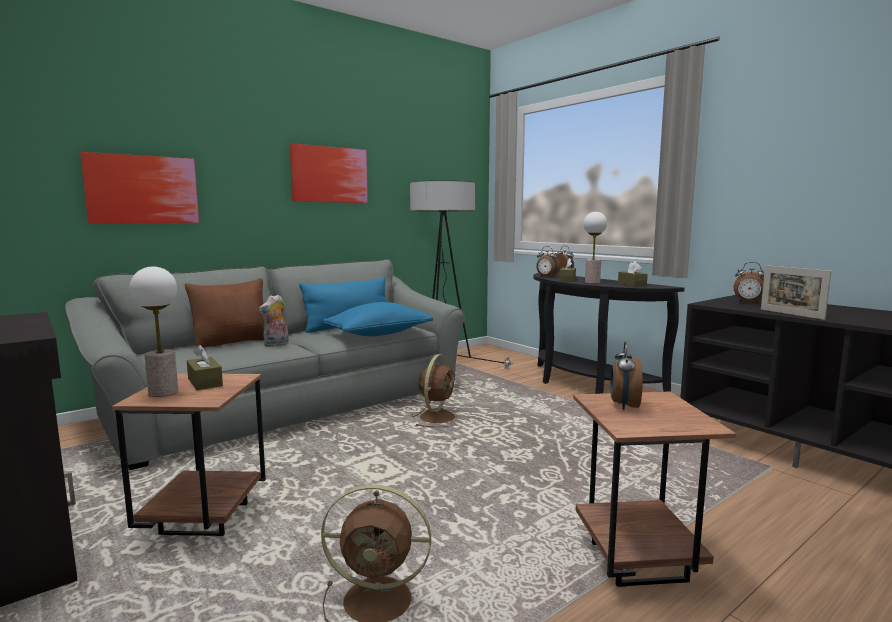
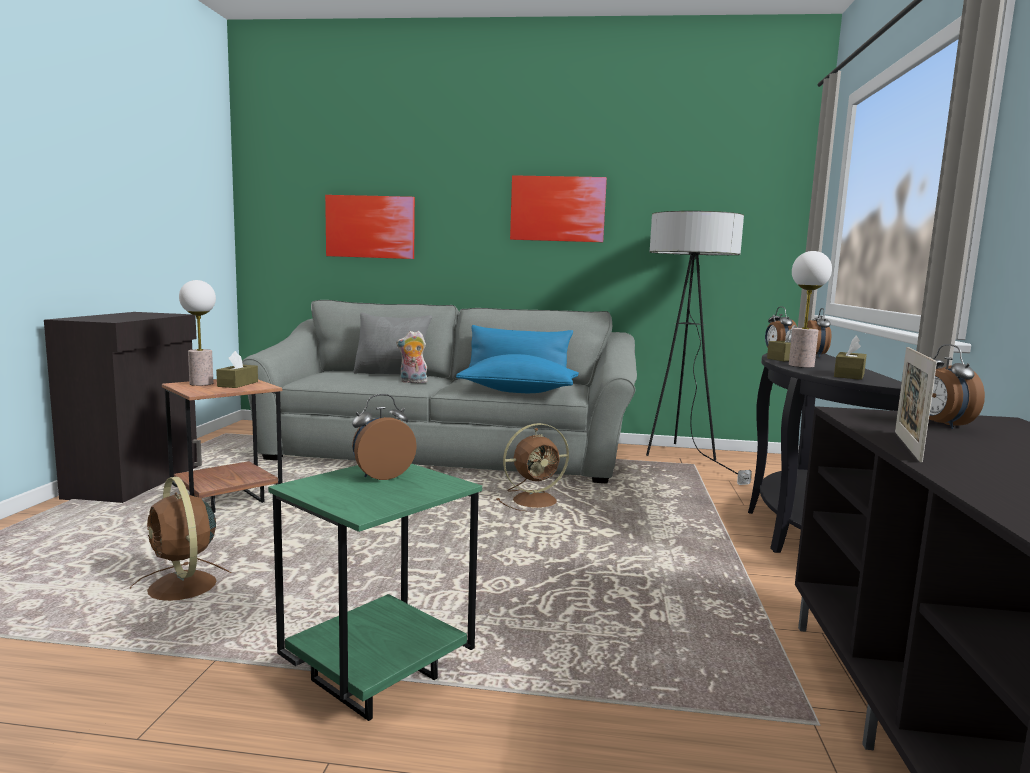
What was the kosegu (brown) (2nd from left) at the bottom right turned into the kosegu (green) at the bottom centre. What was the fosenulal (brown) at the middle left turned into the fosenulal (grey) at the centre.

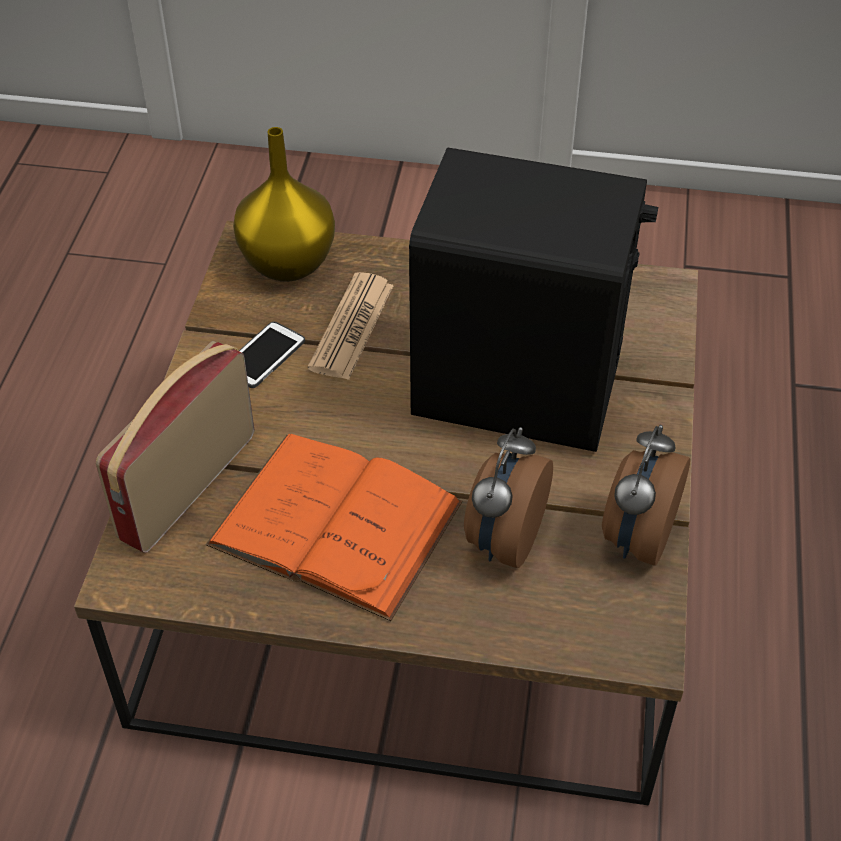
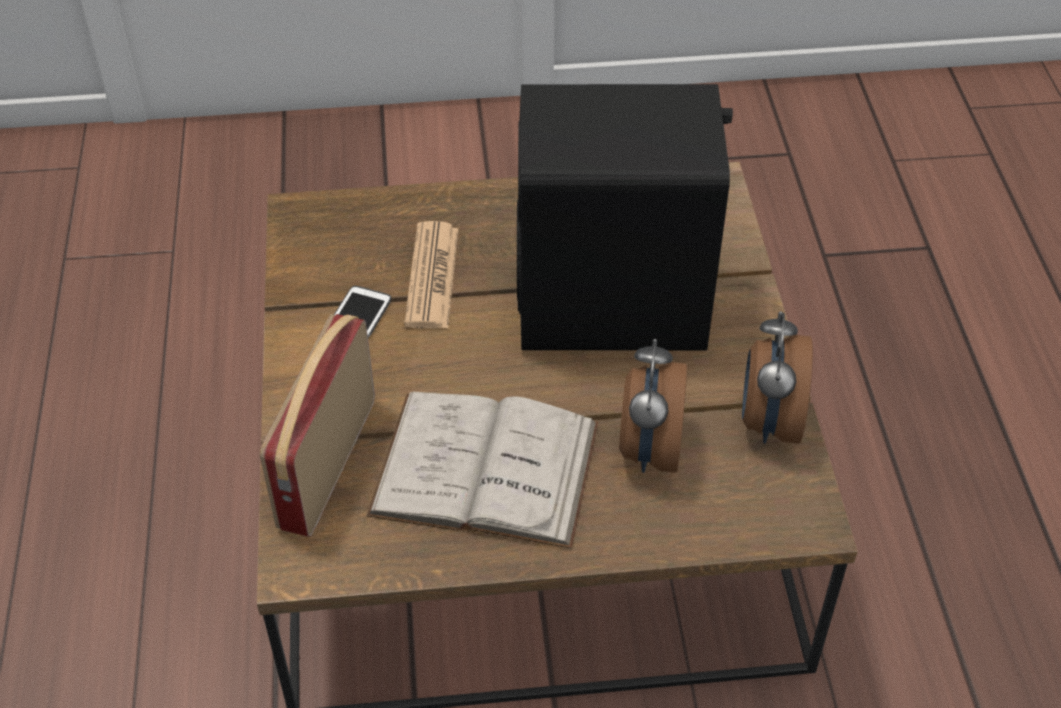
What was the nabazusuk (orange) at the centre turned into the nabazusuk (white) at the centre. The second view lost the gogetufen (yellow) at the top centre.

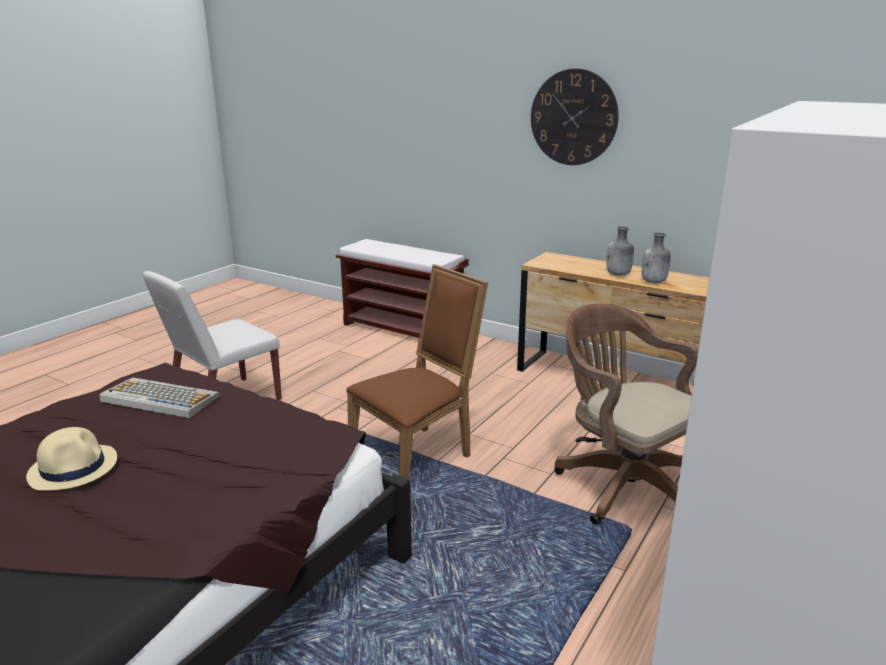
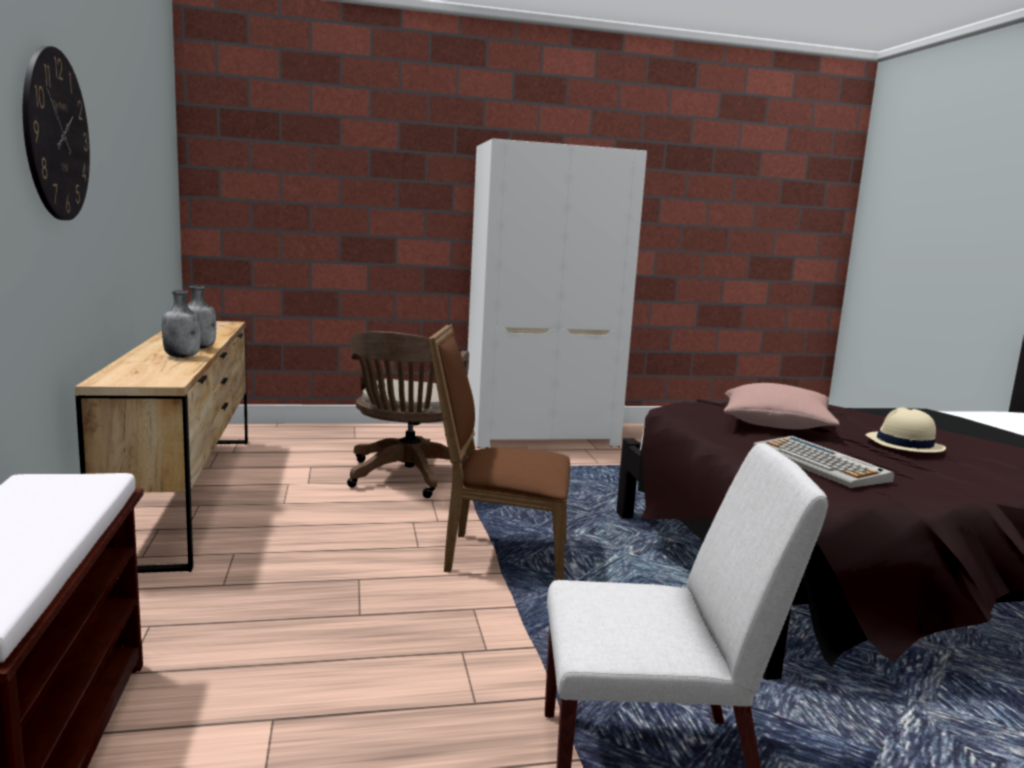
The second view gained the fosenulal (pink) at the middle right.

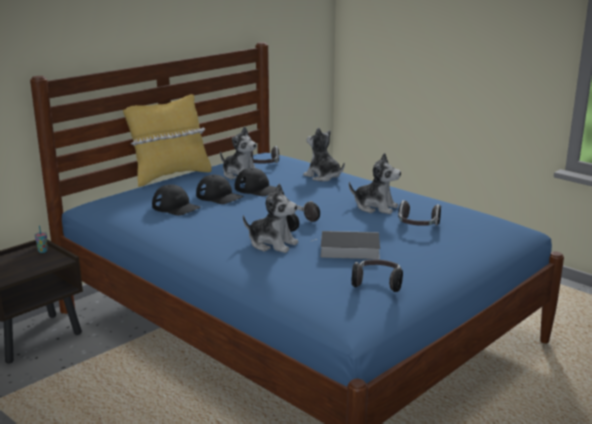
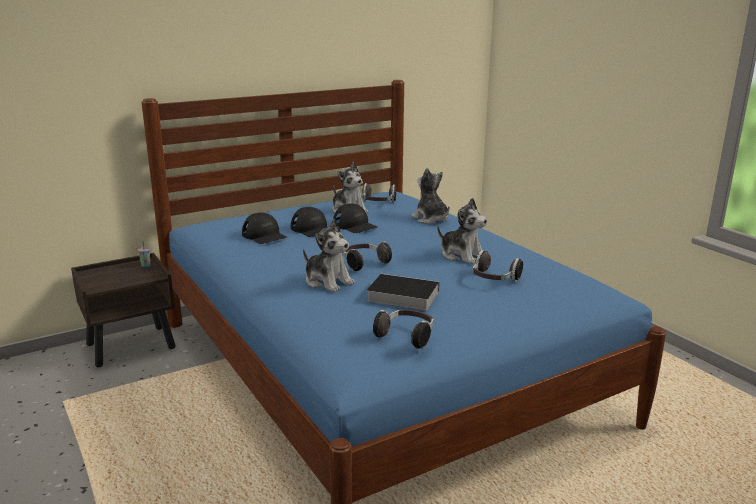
The second view lost the fosenulal (yellow) at the top left.

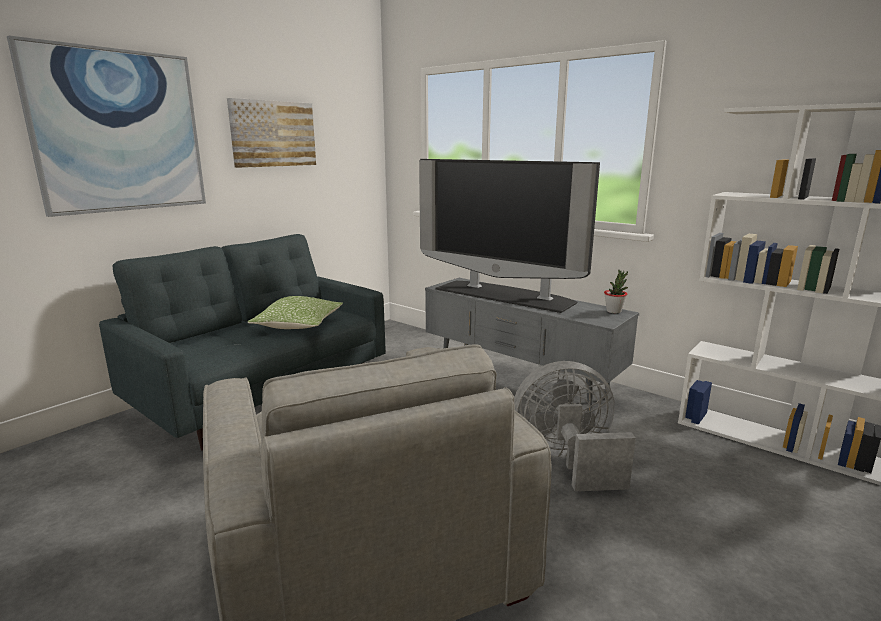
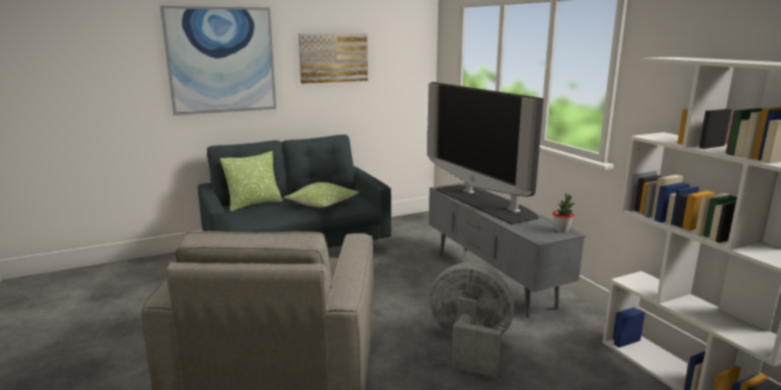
The second view gained the fosenulal (1st from left) at the middle left.

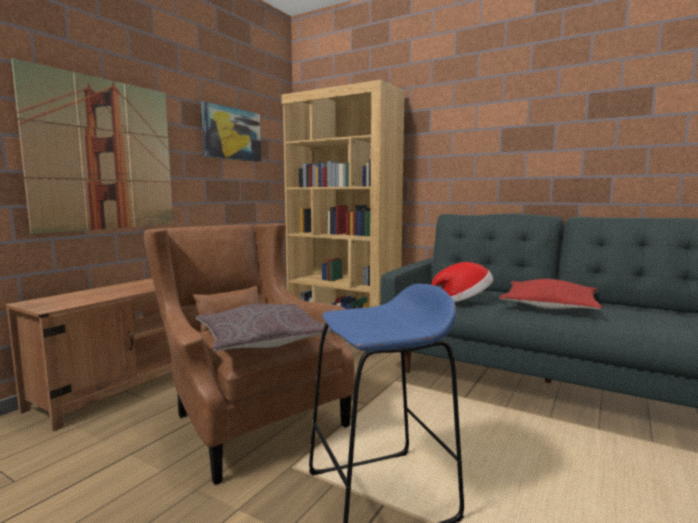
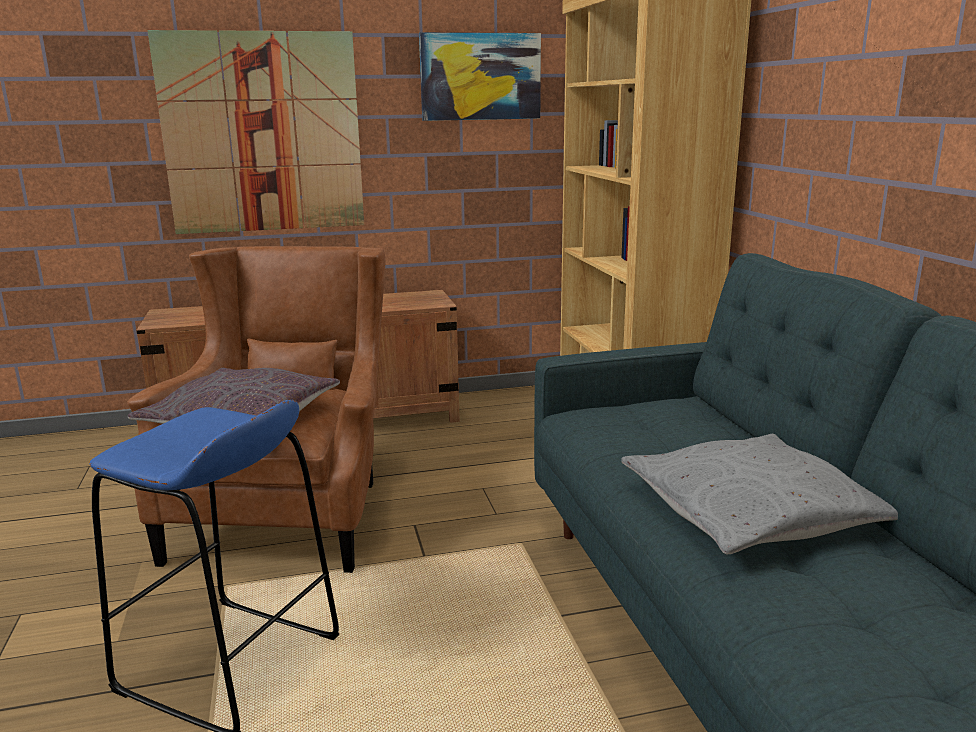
What was the fosenulal (red) at the middle right turned into the fosenulal (grey) (2nd from left) at the bottom right. The second view lost the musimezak at the centre.

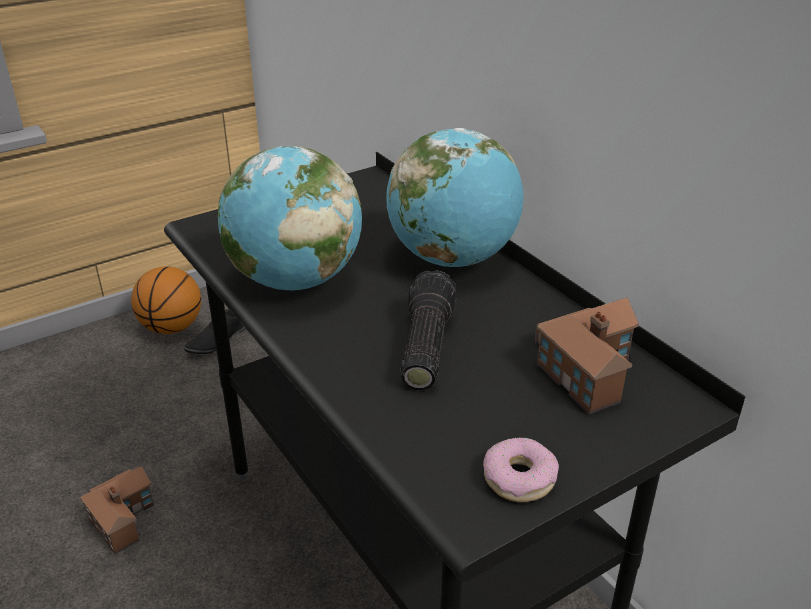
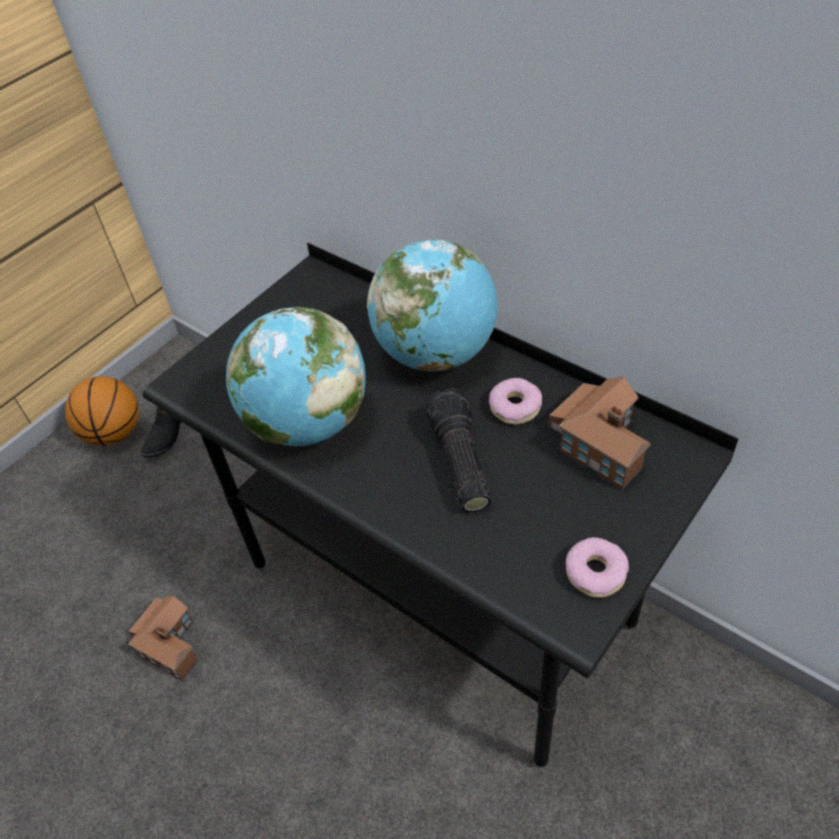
The second view gained the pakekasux (1st from left) at the centre.

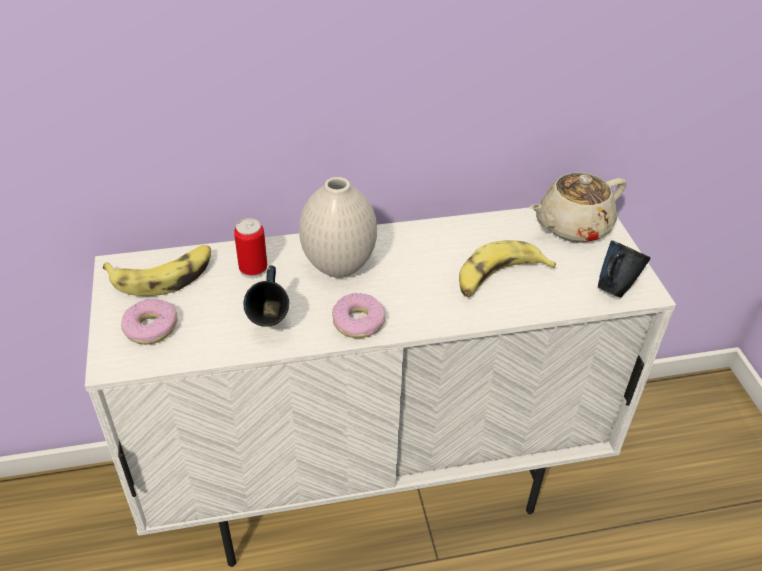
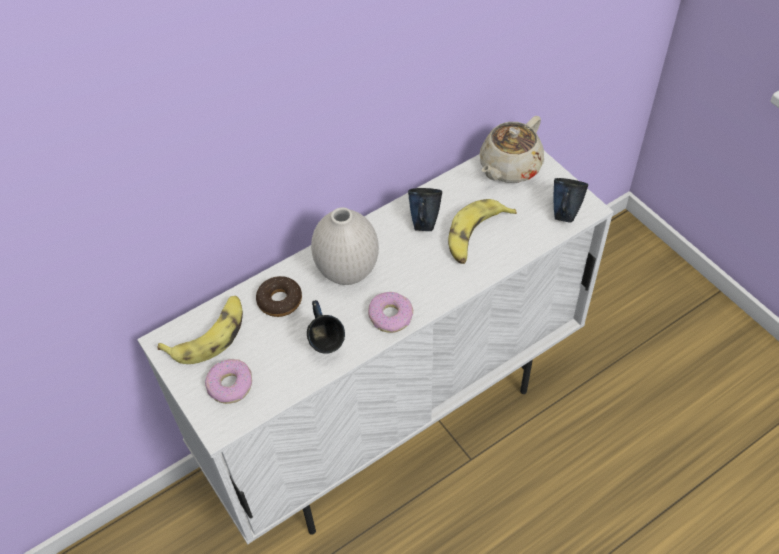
Where the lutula stood at the middle left, the pakekasux (2nd from left) came to stand at the centre. The second view gained the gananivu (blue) (2nd from left) at the centre.

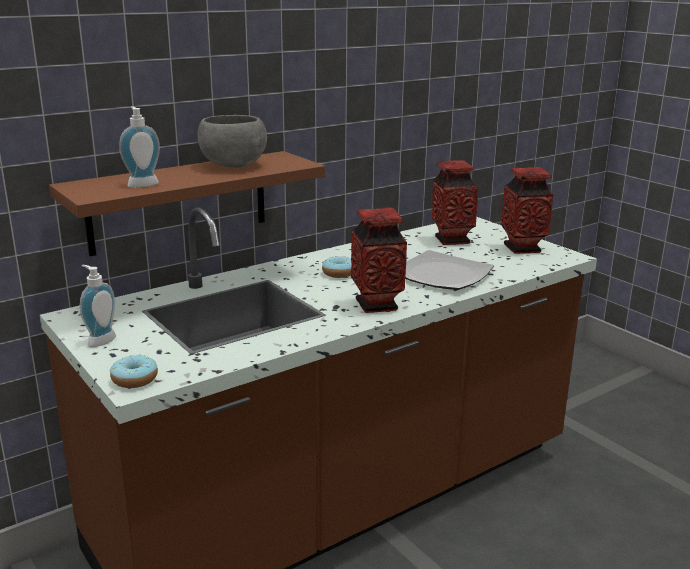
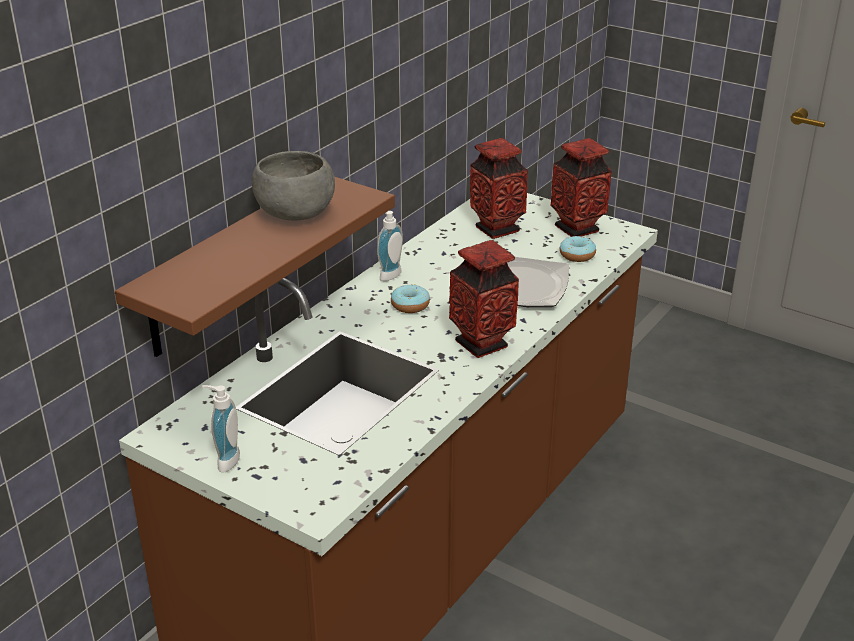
The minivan (2nd from left) ended up elsewhere, having gone from the top left to the centre. The pakekasux (1st from left in the first image) ended up elsewhere, having gone from the middle left to the middle right.

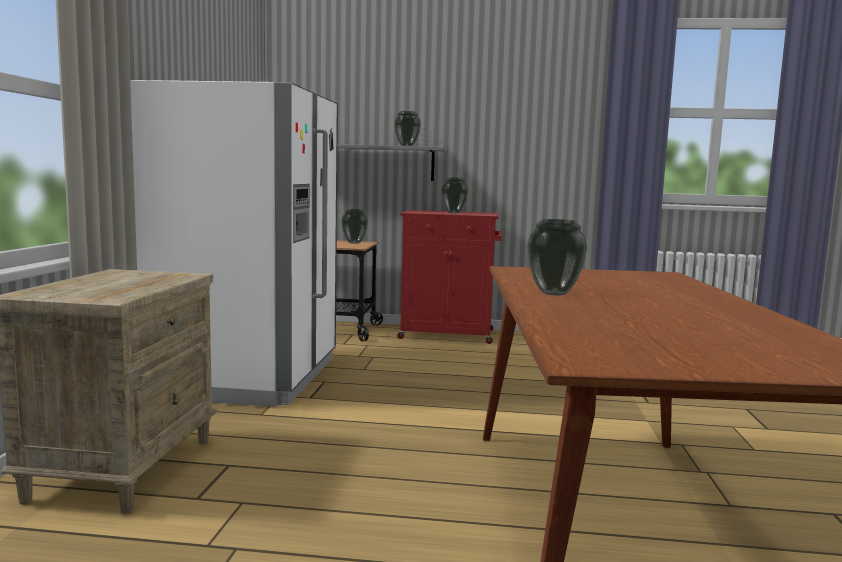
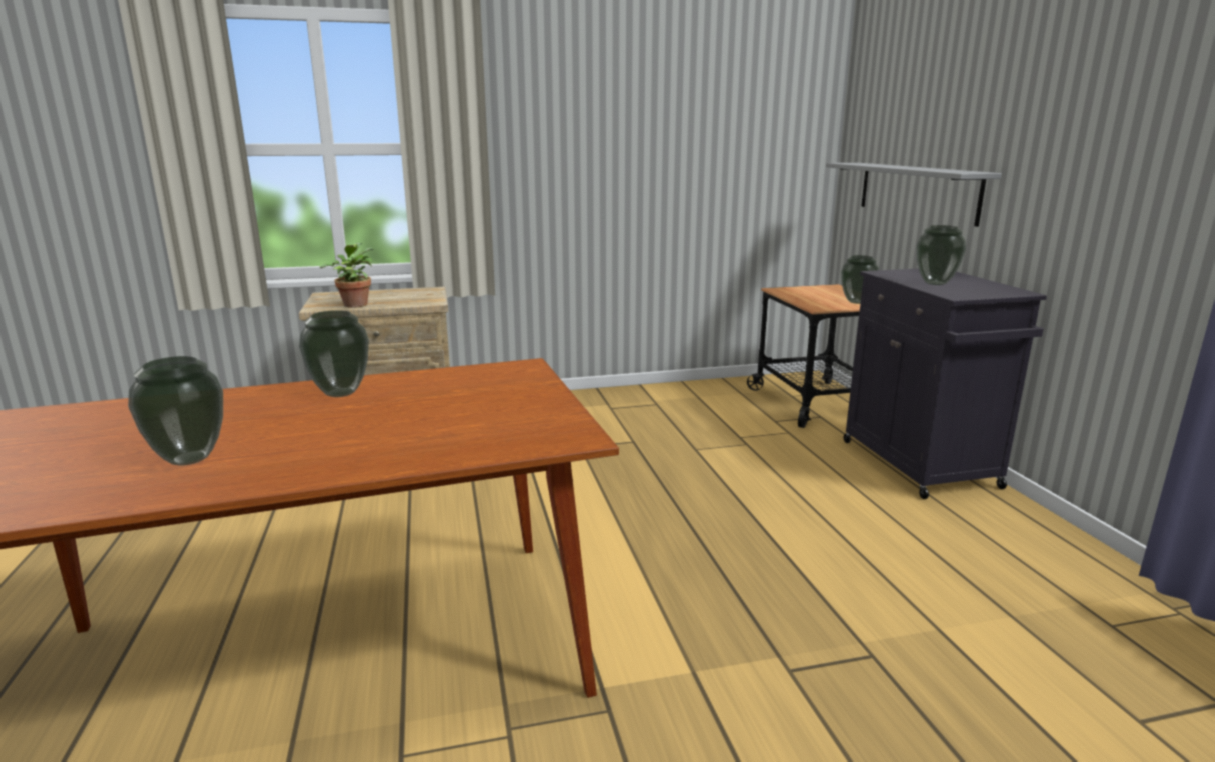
The gogetufen (2nd from left in the first image) ended up elsewhere, having gone from the top centre to the middle left. The second view gained the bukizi at the middle left. What was the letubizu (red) at the centre turned into the letubizu (black) at the middle right. The second view lost the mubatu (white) at the middle left.

